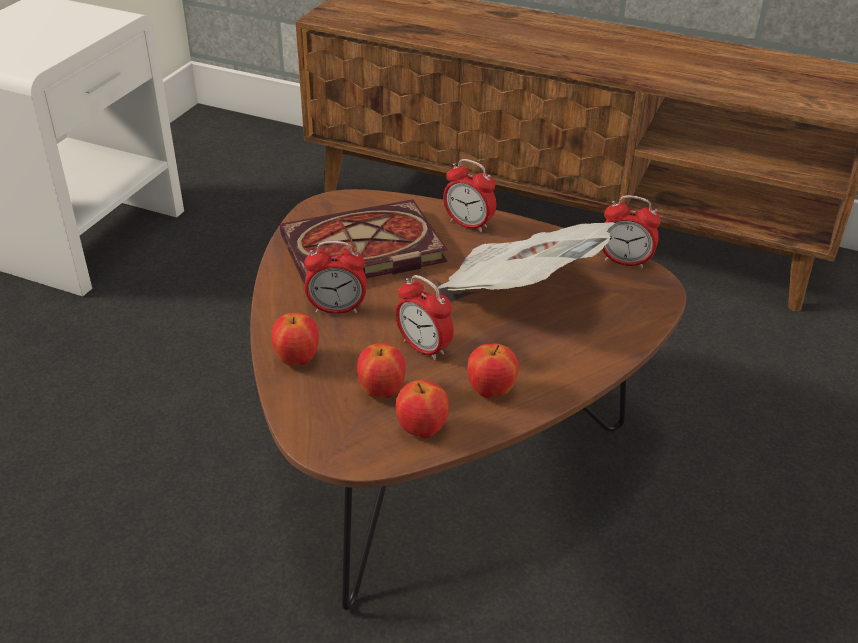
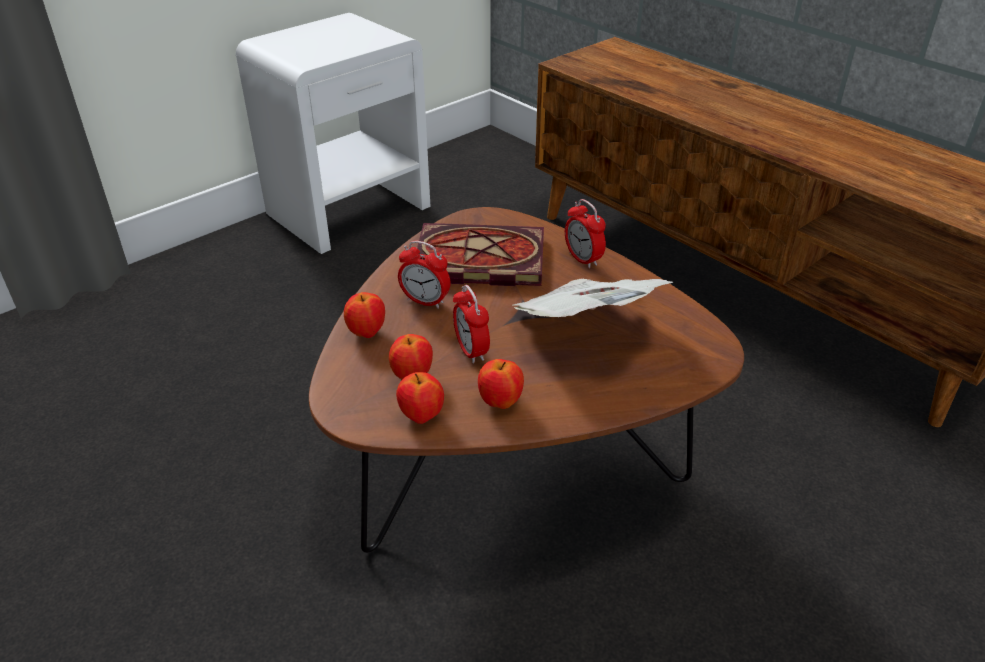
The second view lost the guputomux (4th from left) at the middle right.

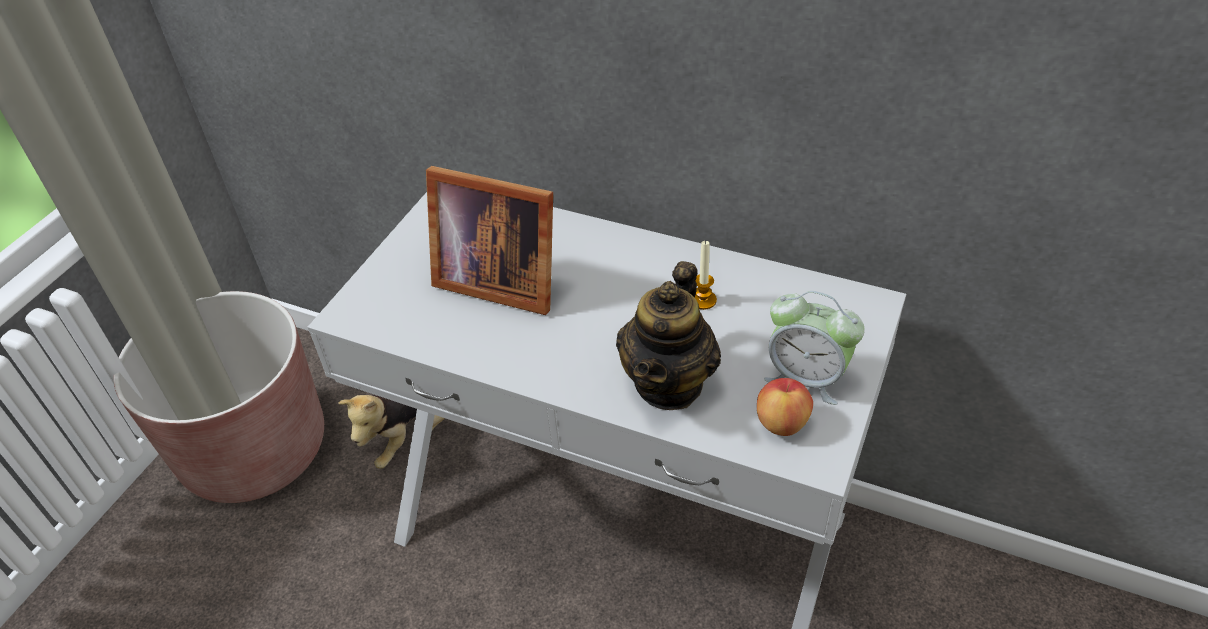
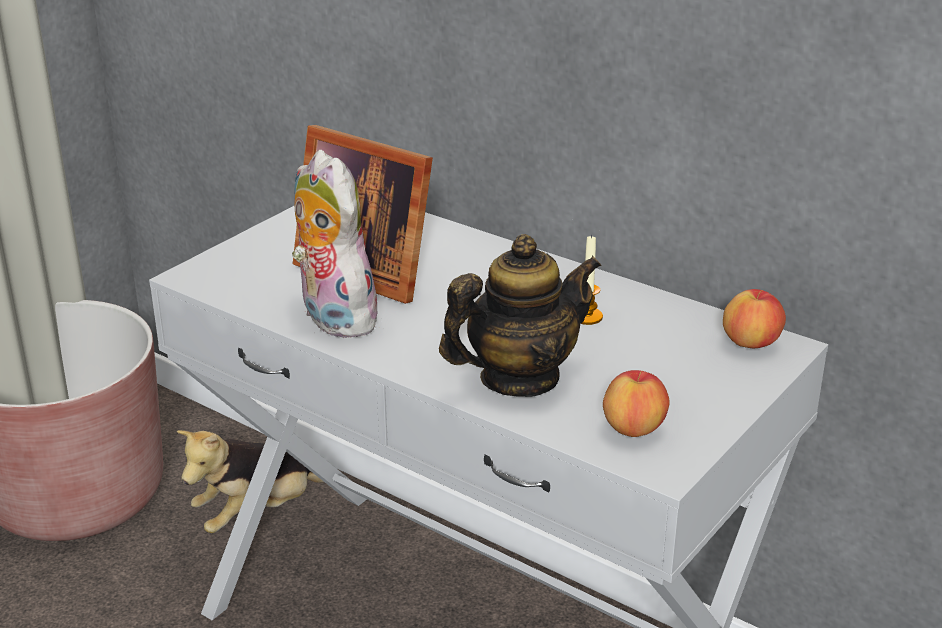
The second view gained the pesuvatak (2nd from left) at the centre. The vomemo at the centre ended up facing another way, 150 degrees counterclockwise from before. The second view gained the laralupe (2nd from left) at the middle right. The second view lost the guputomux at the middle right.

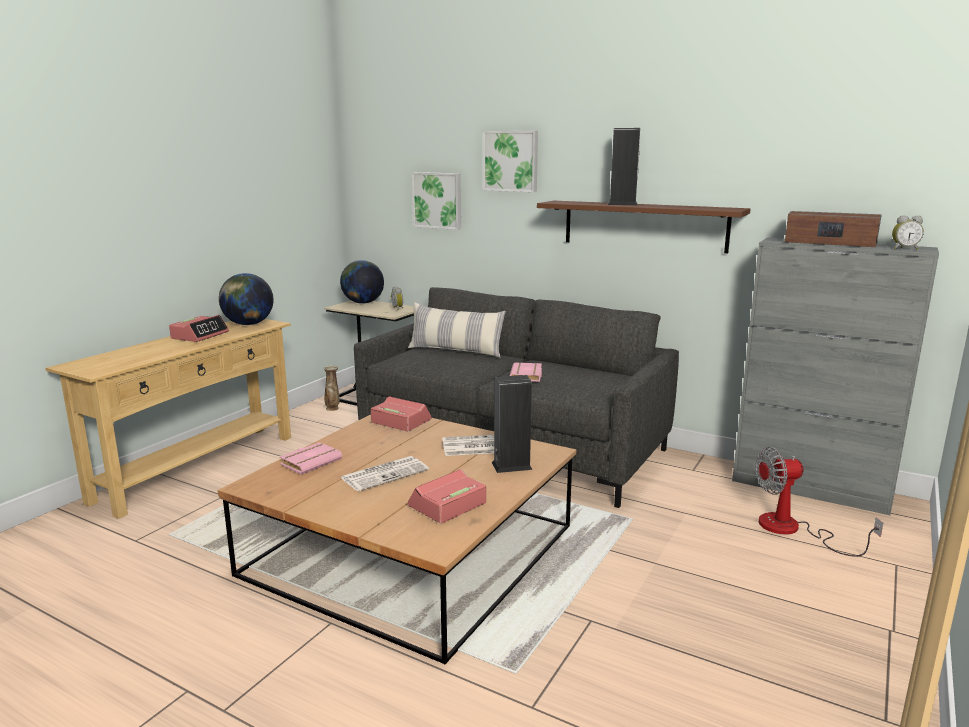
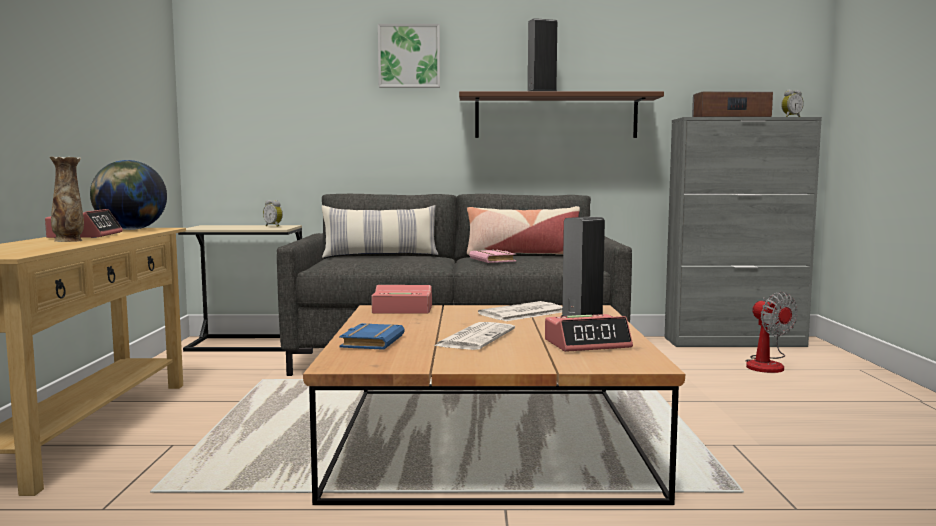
The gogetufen ended up elsewhere, having gone from the centre to the middle left. What was the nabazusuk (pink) (1st from left) at the middle left turned into the nabazusuk (blue) at the centre. The second view gained the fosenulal (2nd from left) at the centre. The guputomux (4th from left) at the bottom centre ended up facing another way, 120 degrees counterclockwise from before. The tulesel at the bottom right ended up facing another way, 75 degrees counterclockwise from before. The second view lost the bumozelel (2nd from left) at the centre. The second view lost the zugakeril (1st from left) at the top centre.

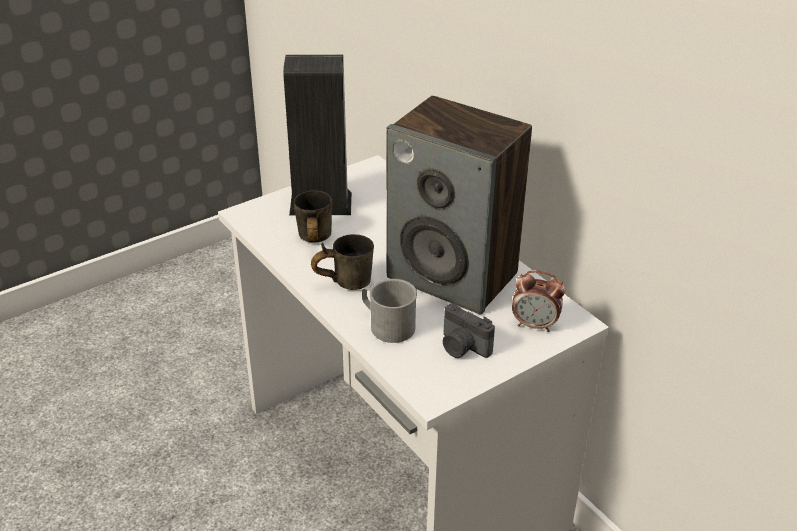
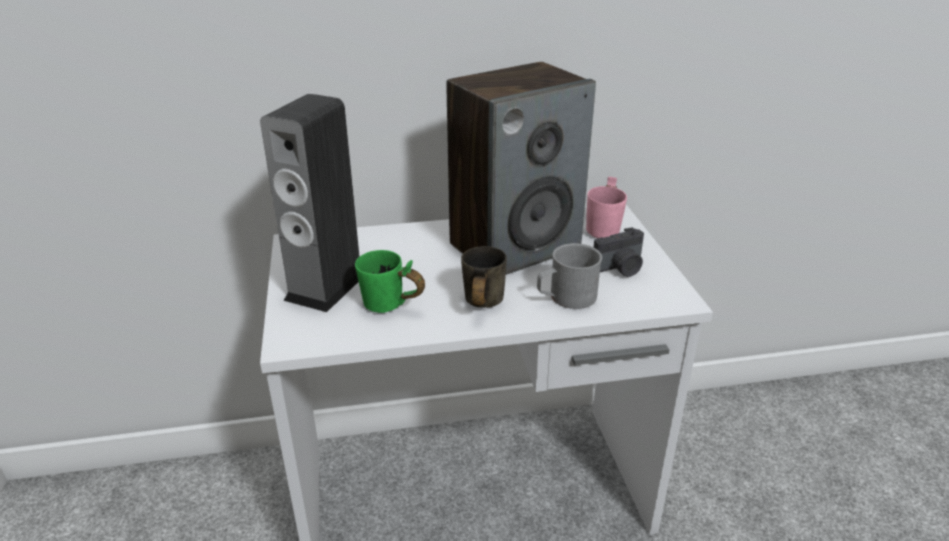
What was the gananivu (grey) (1st from left) at the centre turned into the gananivu (green) at the centre. Where the guputomux stood at the middle right, the gananivu (pink) came to stand at the centre.

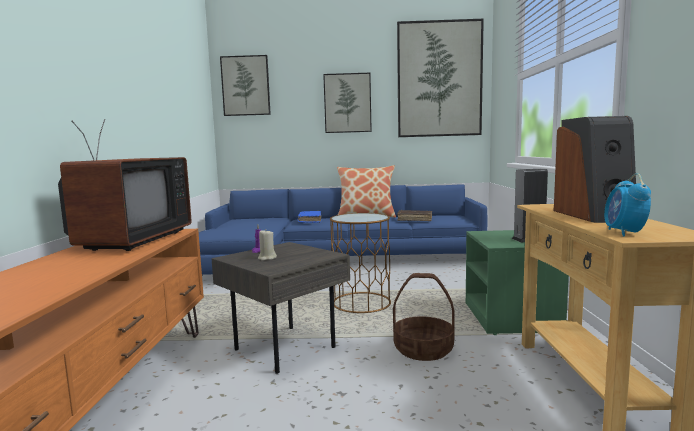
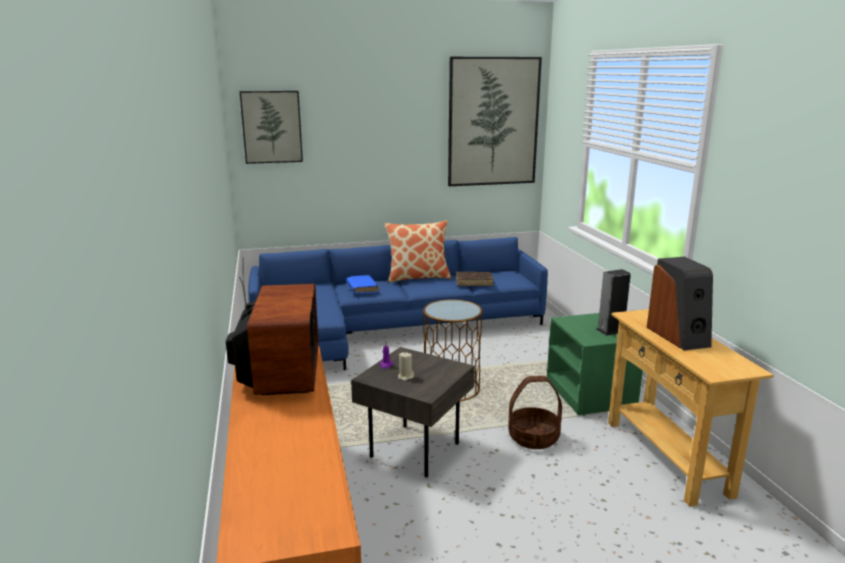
The second view lost the zugakeril (2nd from left) at the top centre. The second view lost the guputomux at the middle right.

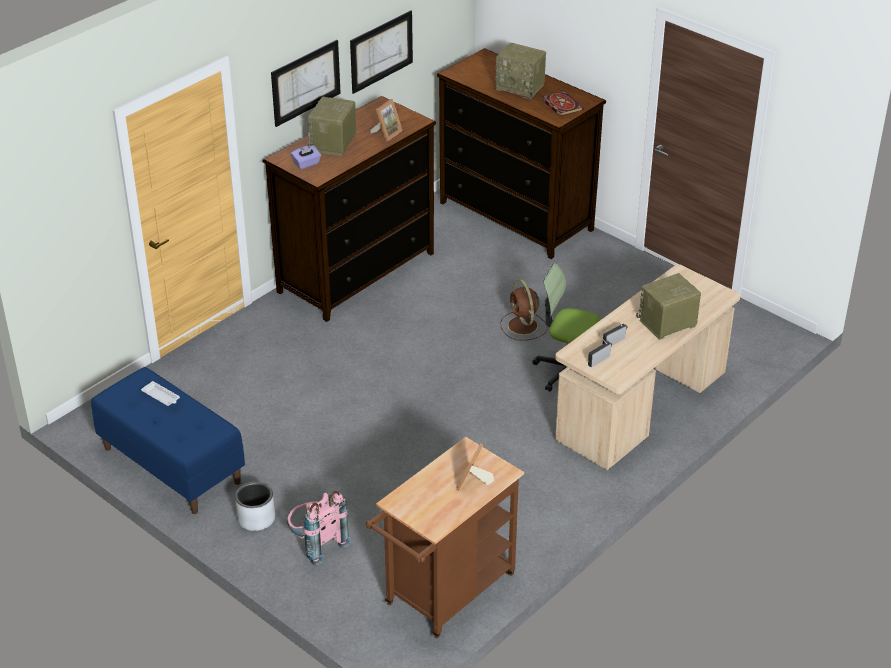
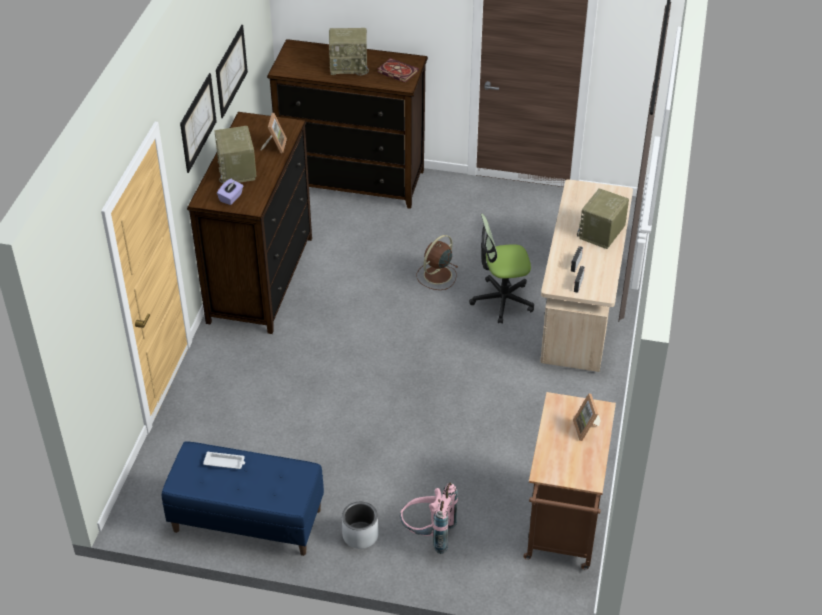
The tulesel (brown) at the centre ended up facing another way, 90 degrees clockwise from before.

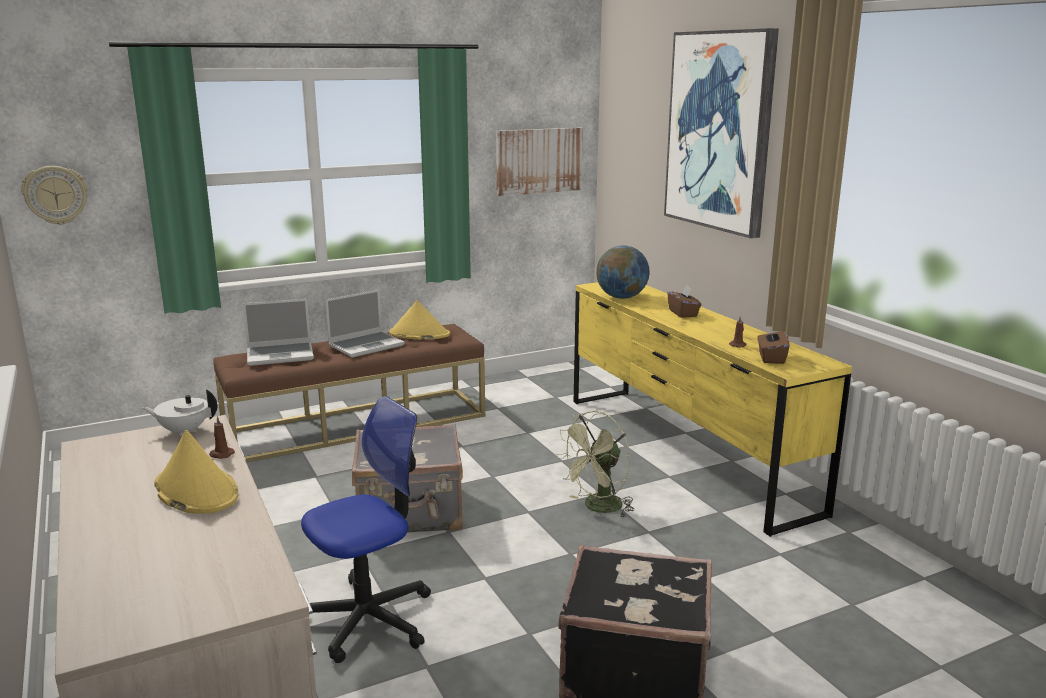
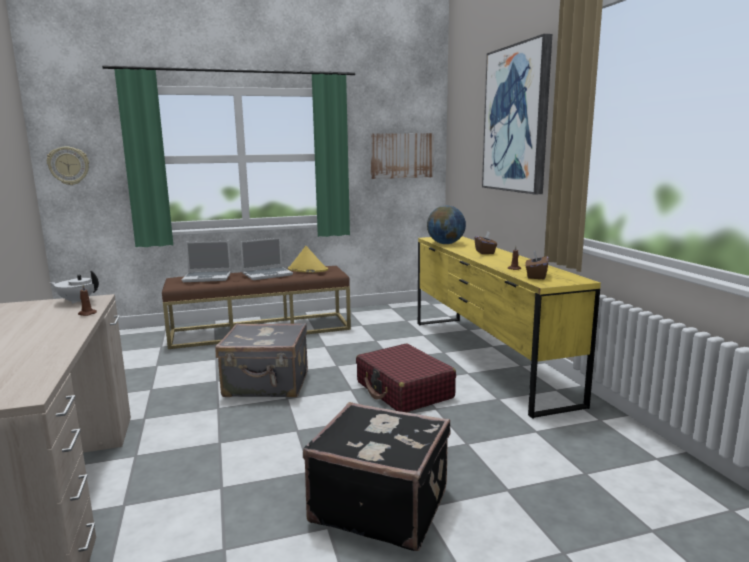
Where the tulesel (green) stood at the centre, the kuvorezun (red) came to stand at the bottom centre. The second view lost the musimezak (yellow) (1st from left) at the bottom left. The second view lost the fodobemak at the bottom centre.

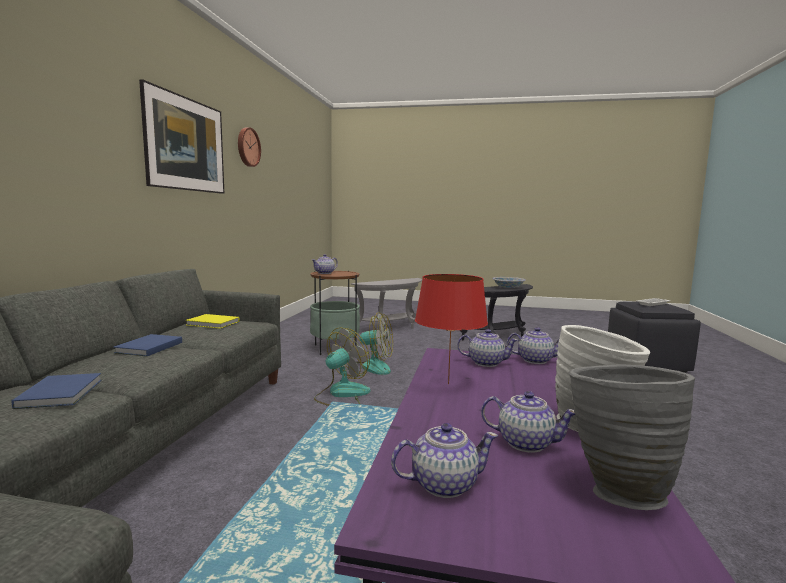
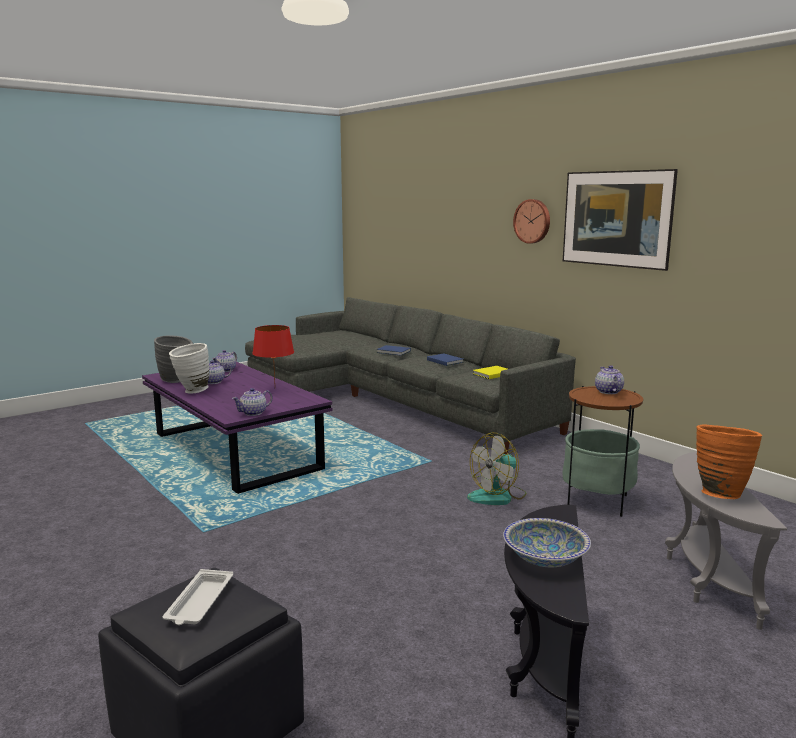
The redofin ended up elsewhere, having gone from the top left to the top right. The second view gained the gogetufen (orange) at the middle right. The second view lost the tulesel (1st from left) at the centre. The second view lost the vomemo (3rd from left) at the centre.

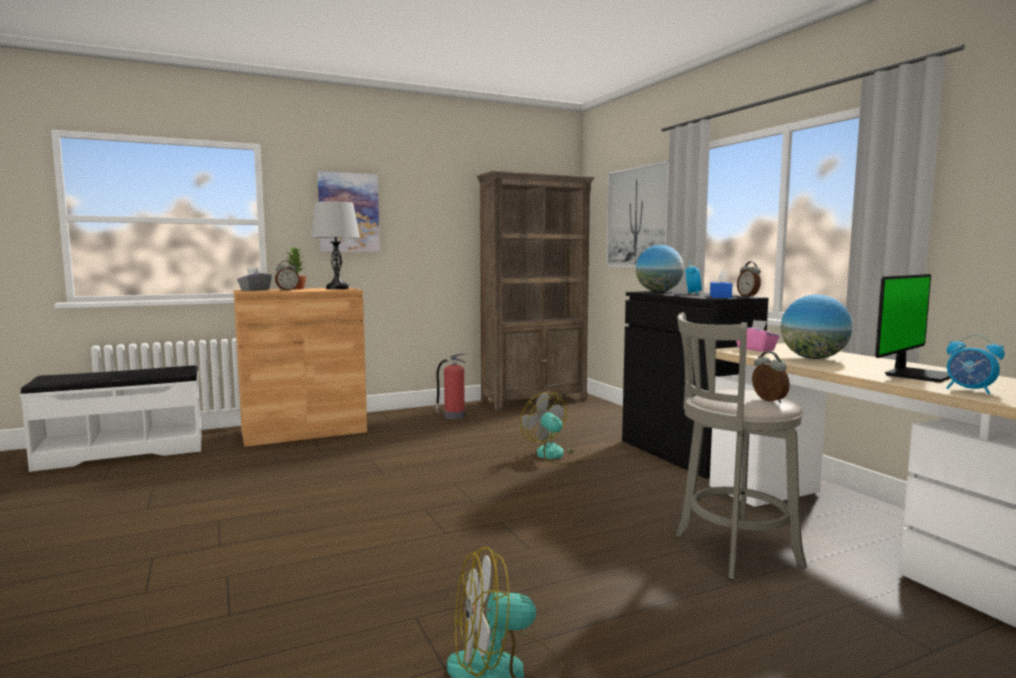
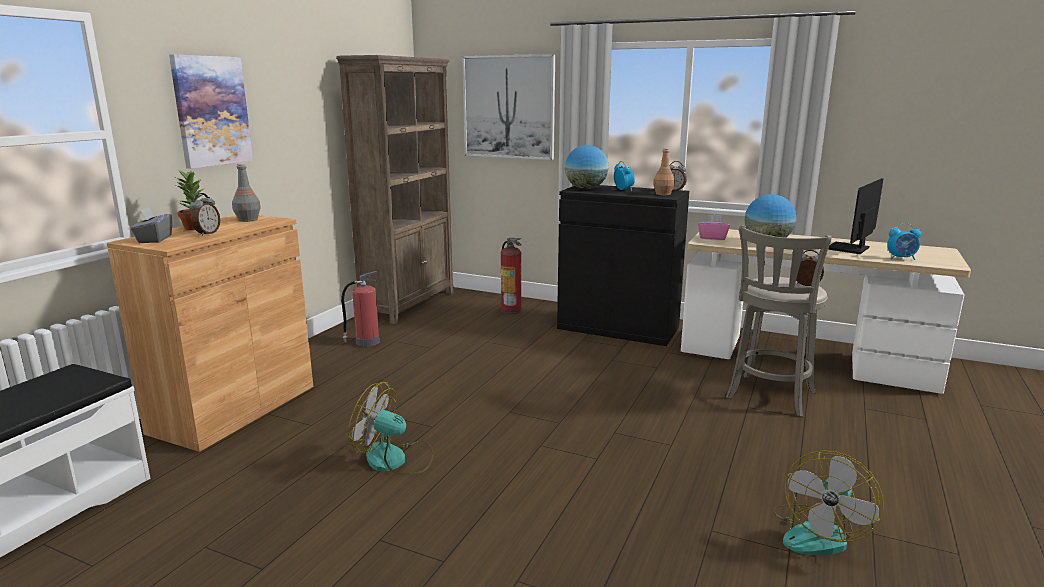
Where the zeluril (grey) stood at the middle left, the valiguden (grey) came to stand at the top left. The tulesel (2nd from left in the first image) ended up elsewhere, having gone from the centre to the bottom centre. The second view gained the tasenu (2nd from left) at the centre. Where the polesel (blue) stood at the middle right, the valiguden (brown) came to stand at the top centre. The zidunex at the middle right ended up facing another way, 150 degrees counterclockwise from before.

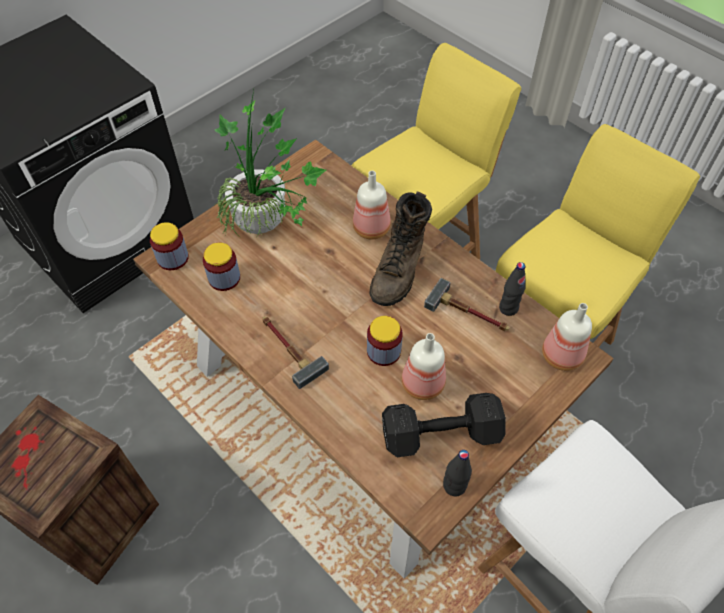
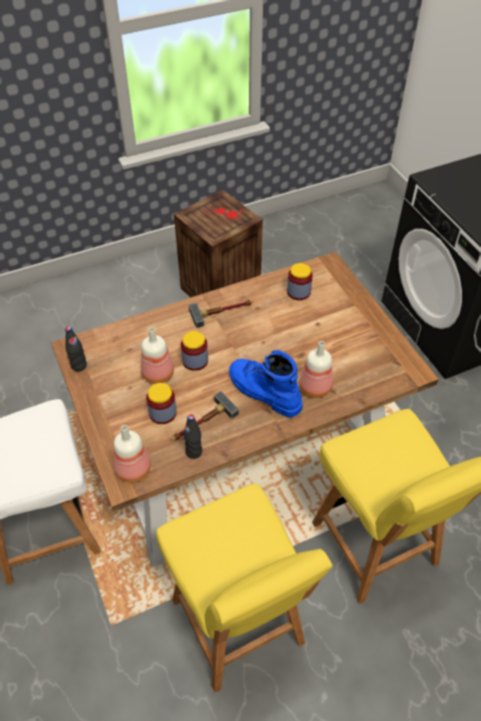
The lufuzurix (1st from left) ended up elsewhere, having gone from the middle left to the centre. What was the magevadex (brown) at the centre turned into the magevadex (blue) at the centre. The second view lost the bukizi at the top centre. The second view lost the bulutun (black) at the bottom centre.

